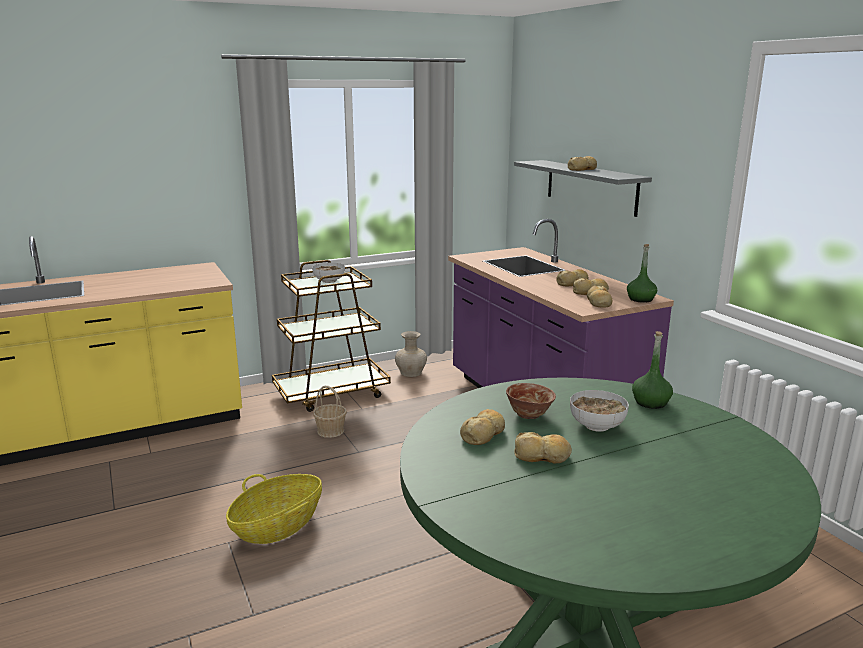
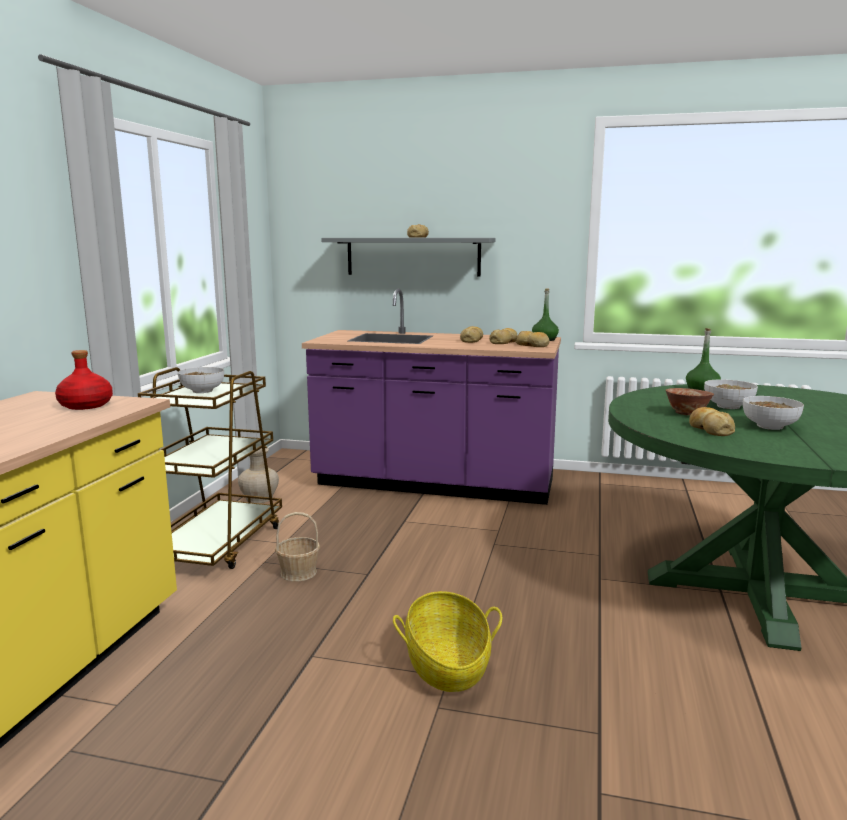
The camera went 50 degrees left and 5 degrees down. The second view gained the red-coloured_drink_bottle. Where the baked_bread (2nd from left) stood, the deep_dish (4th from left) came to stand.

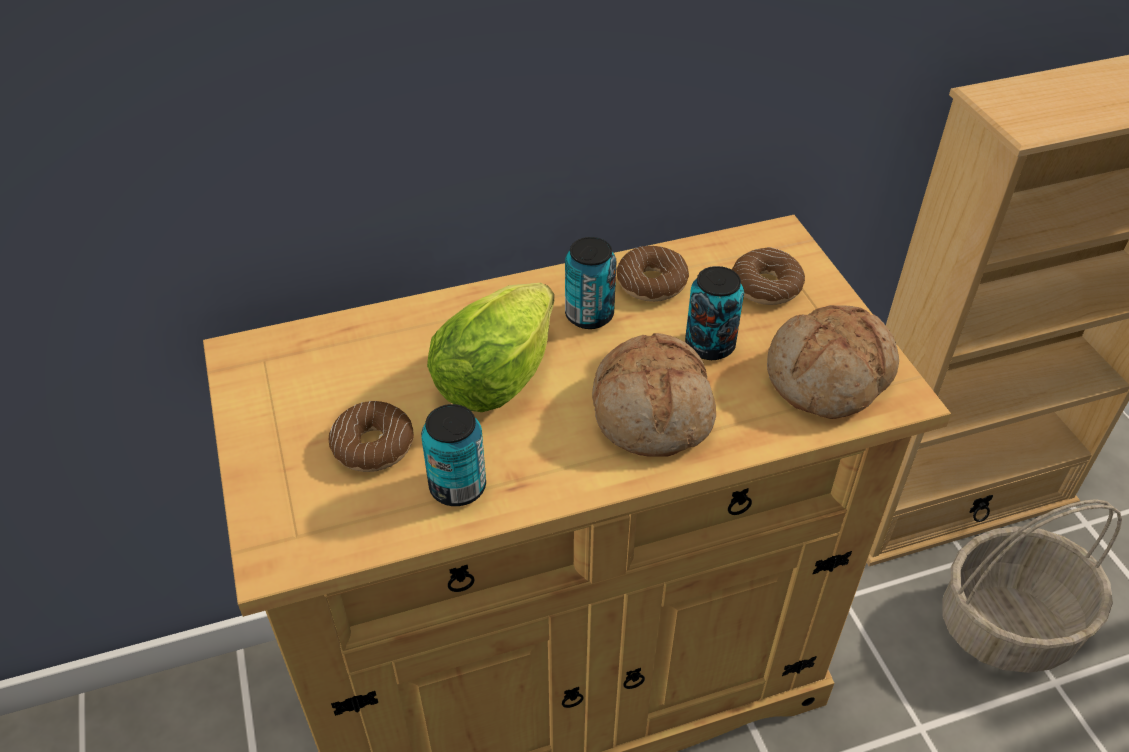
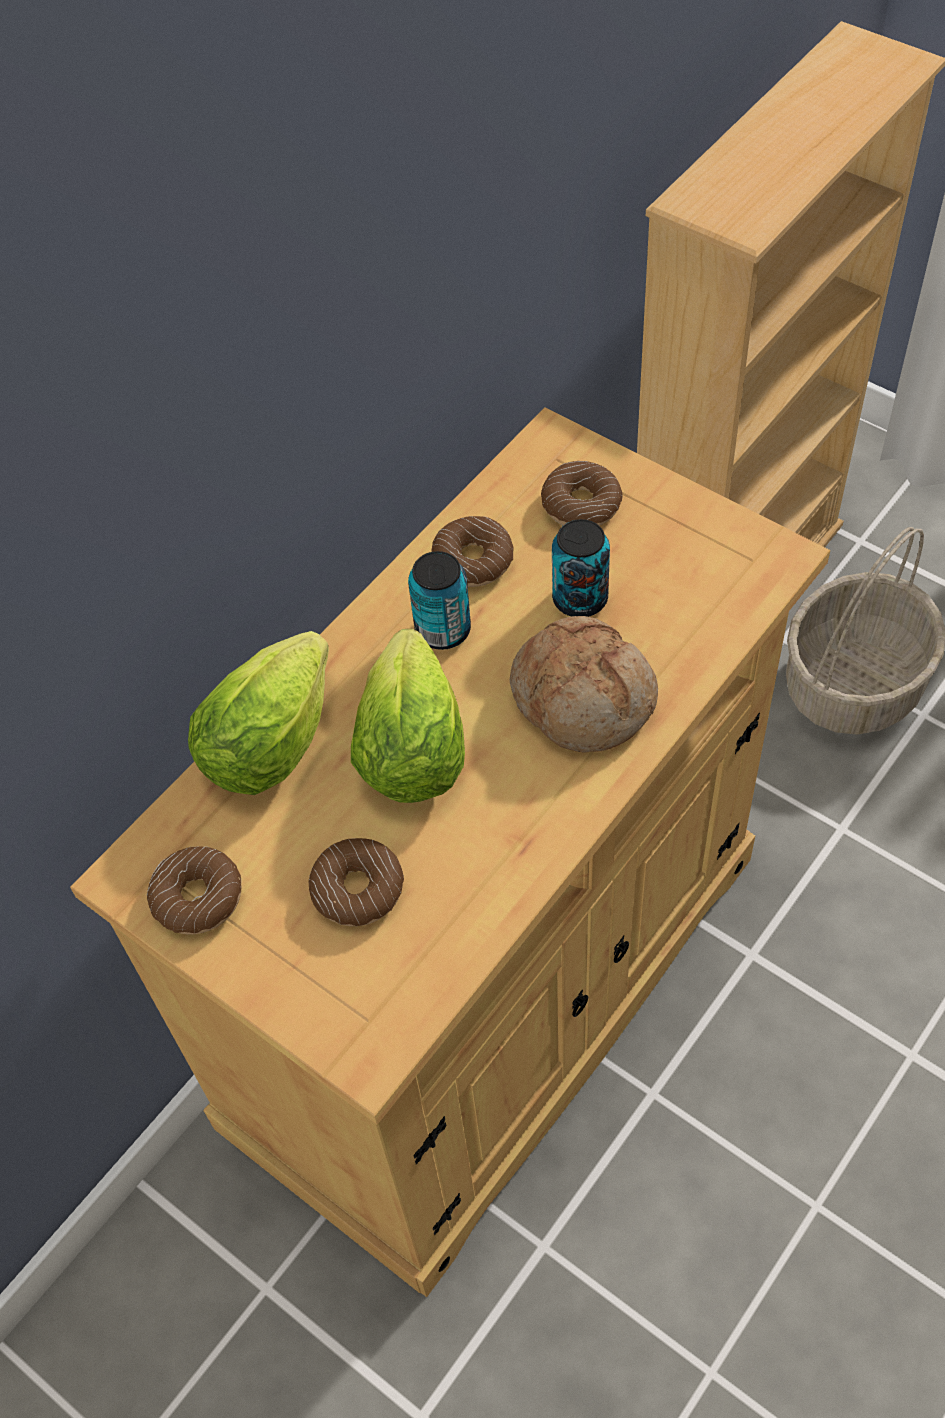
The camera went 30 degrees left and 10 degrees up. The second view lost the metal_can (1st from left). The second view lost the baked_bread (2nd from left). The second view gained the donut (1st from left). The second view gained the lettuce (1st from left).

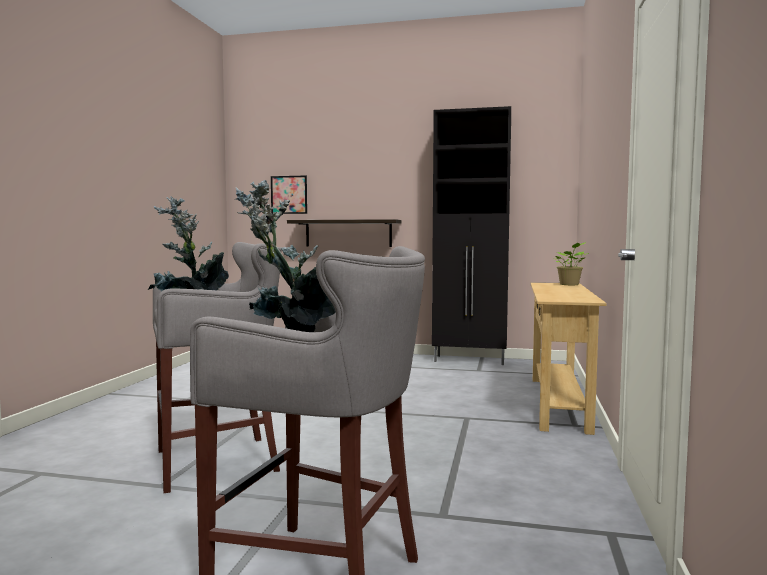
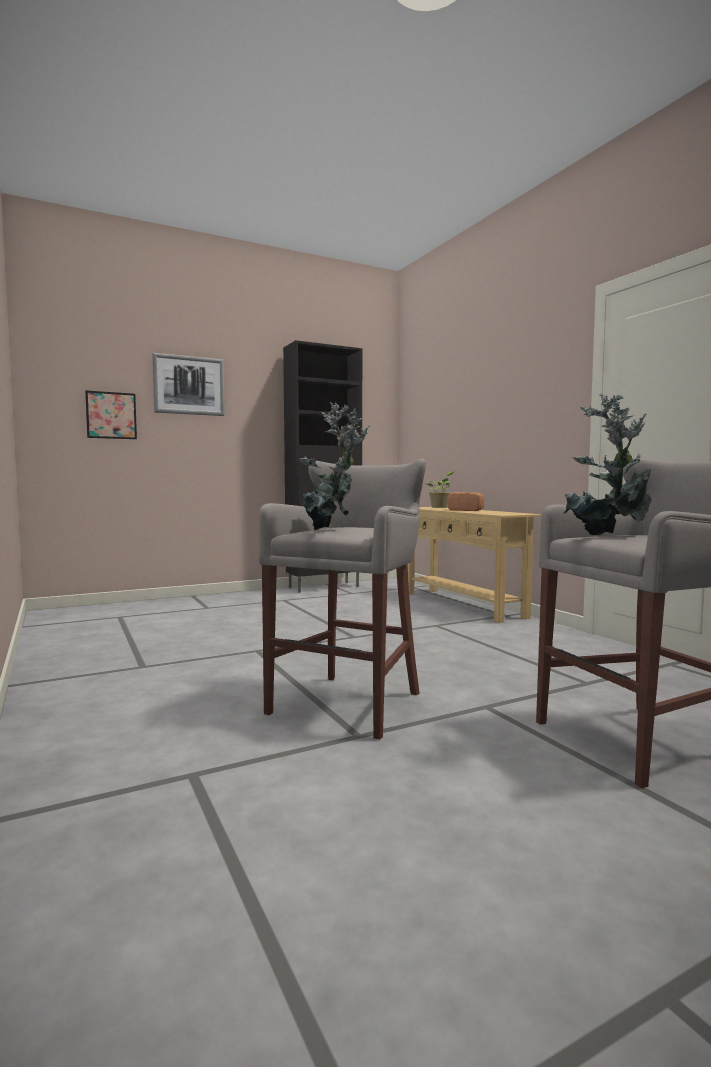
The camera went 40 degrees left and 0 degrees up. The second view lost the bracket_shelf. The second view gained the picture (2nd from left). The second view gained the baked_bread.

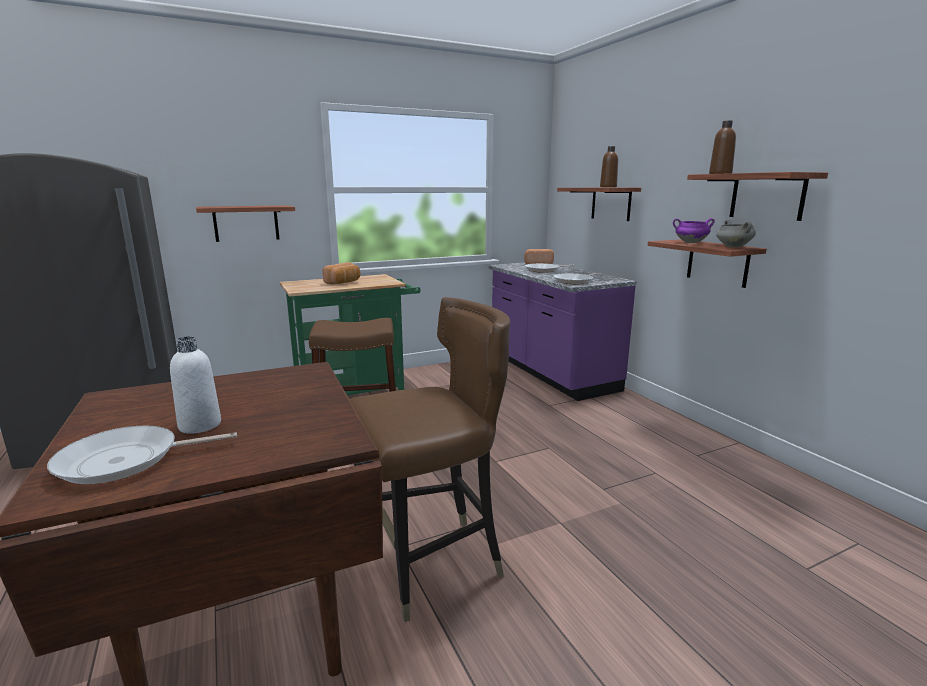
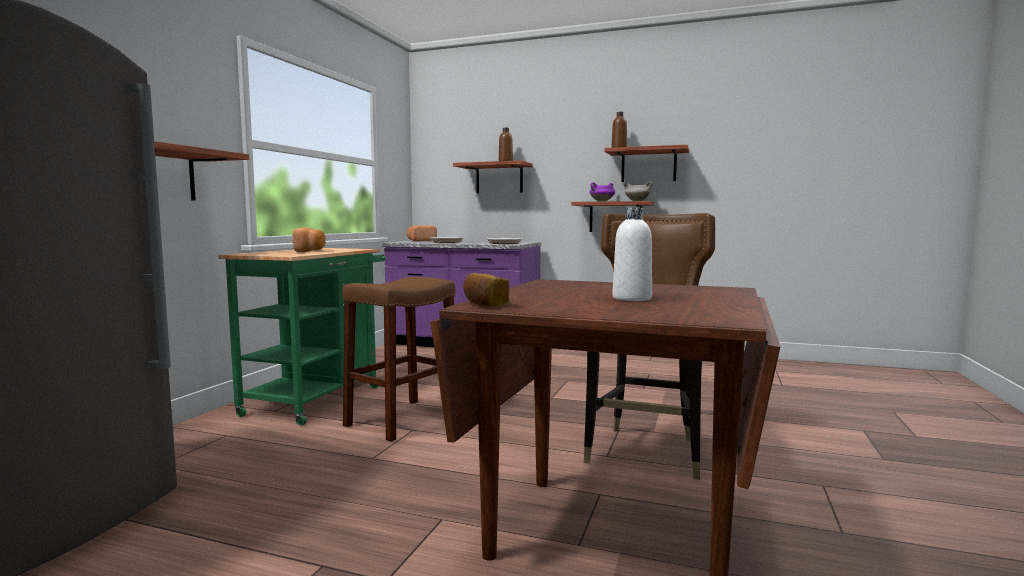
The camera went 45 degrees left and 10 degrees down. The second view lost the frying_pan (1st from left). The second view gained the baked_bread (3rd from left).

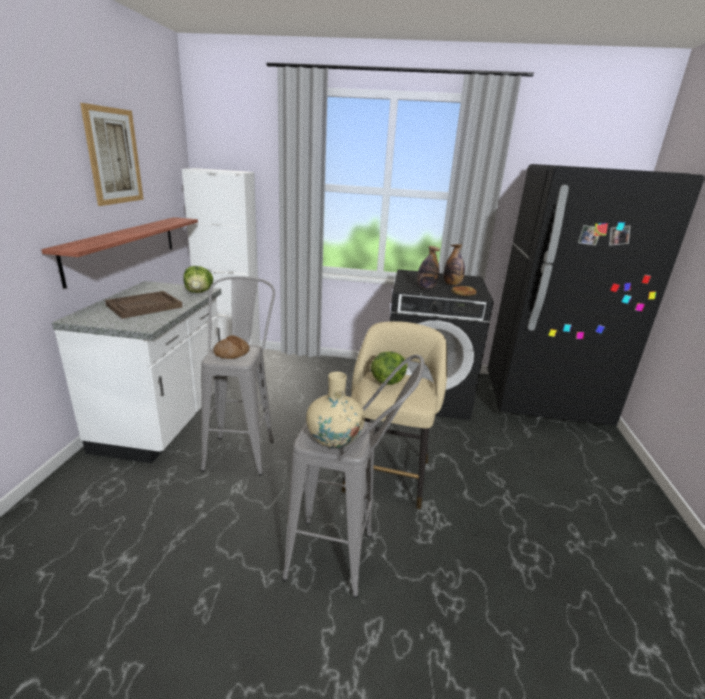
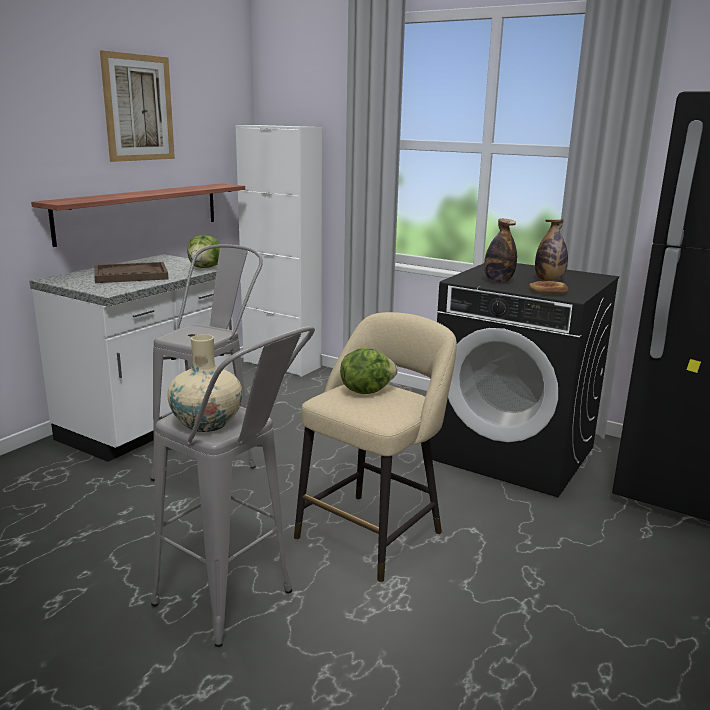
The camera went 25 degrees right and 5 degrees down. The second view lost the baked_bread (1st from left).

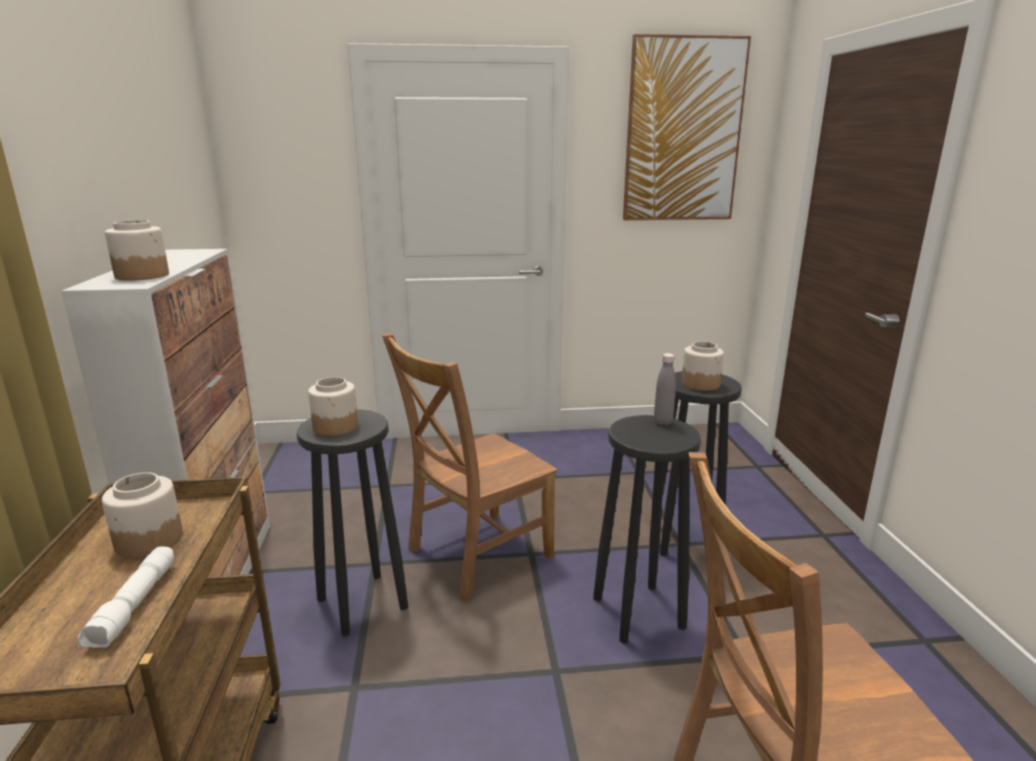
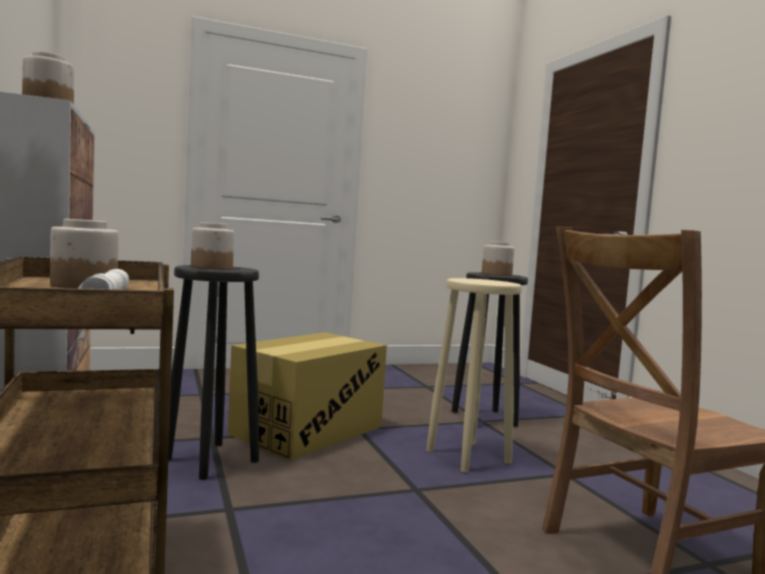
The camera went 15 degrees left and 15 degrees down. The second view lost the picture. The second view lost the gray_drink_bottle. Where the brownish_chair (1st from left) stood, the cardboard_box came to stand. What was the blackish_stool_seat (2nd from left) turned into the beige_stool_seat.

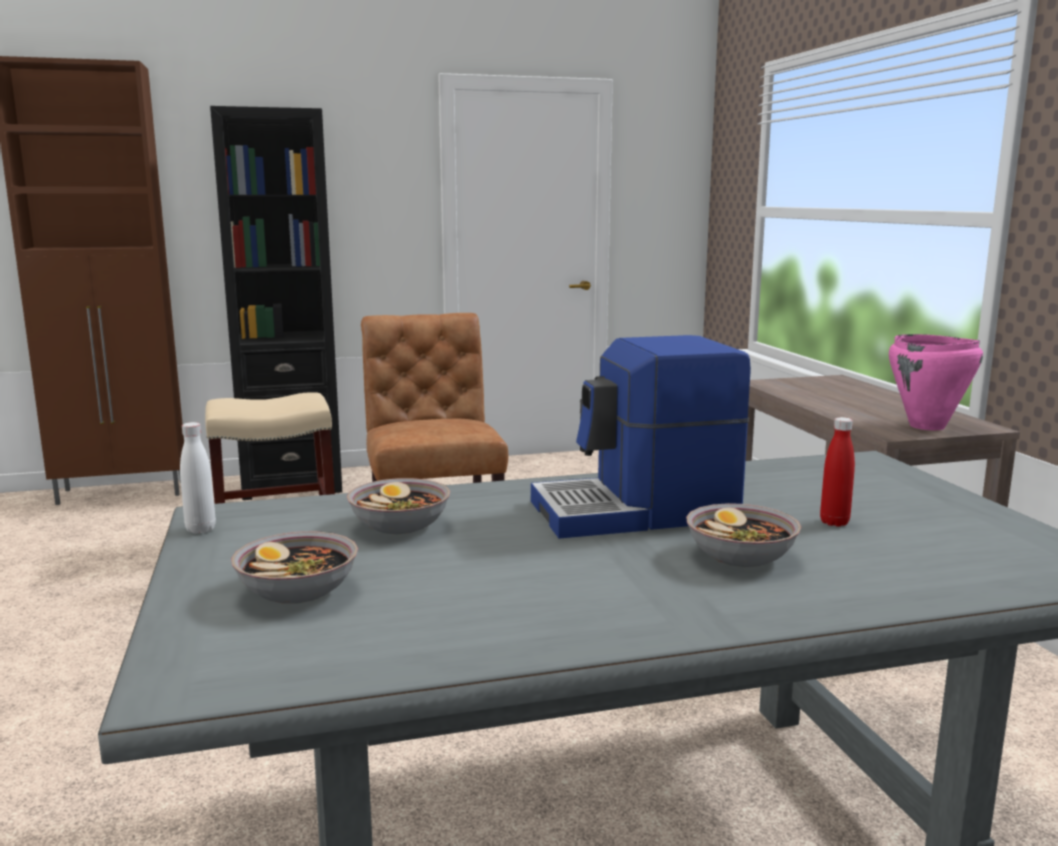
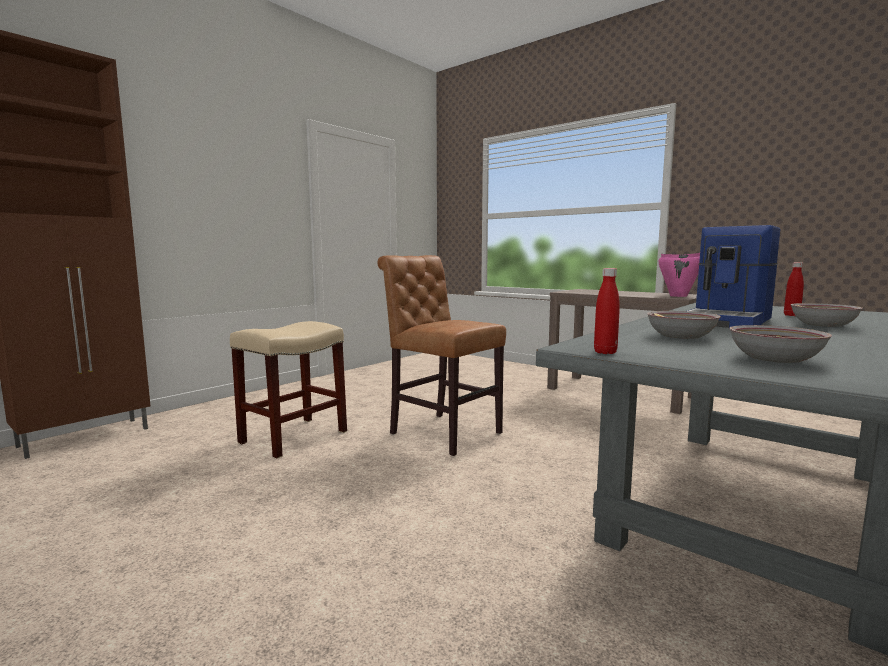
The camera went 35 degrees left and 5 degrees down. The second view lost the blackish_bookshelf. What was the white-coloured_drink_bottle turned into the red-coloured_drink_bottle (1st from left).

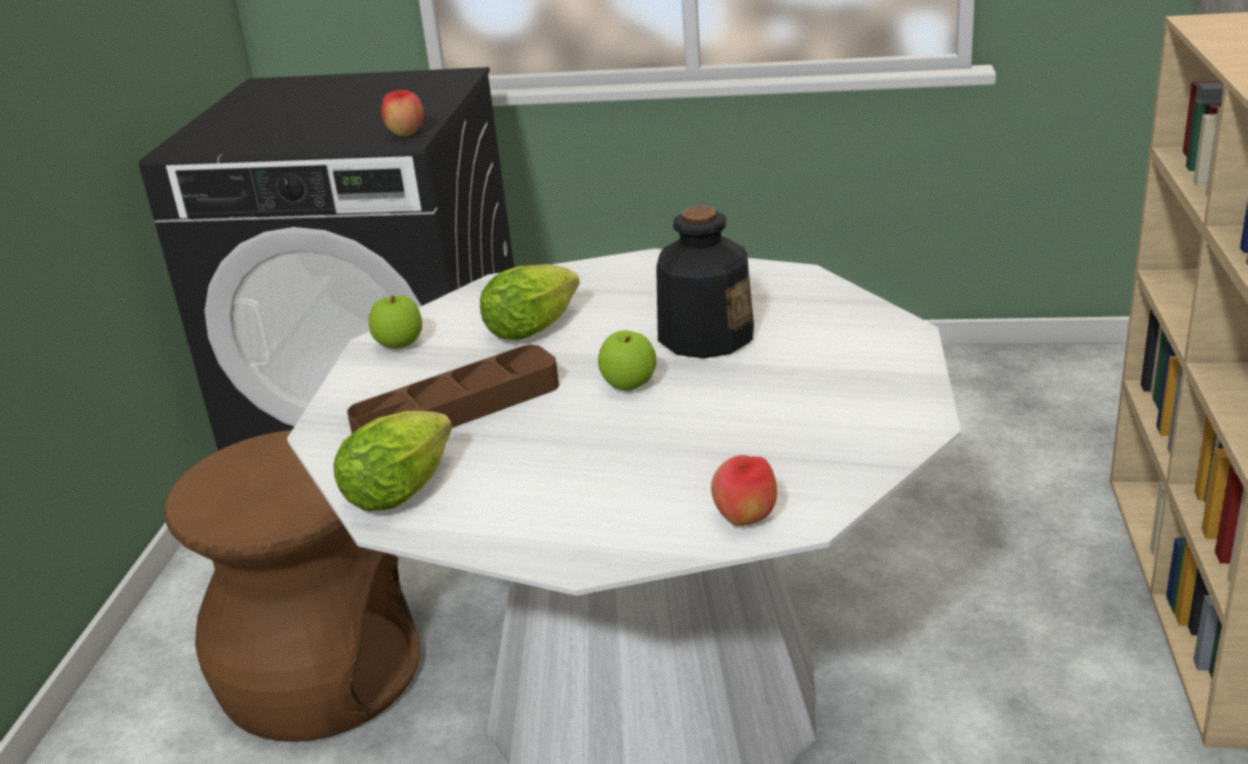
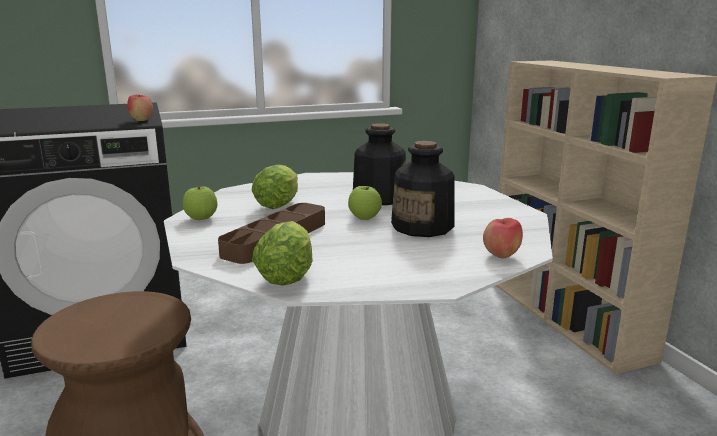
The camera went 30 degrees left and 10 degrees down. The second view gained the drink_bottle (2nd from left).

